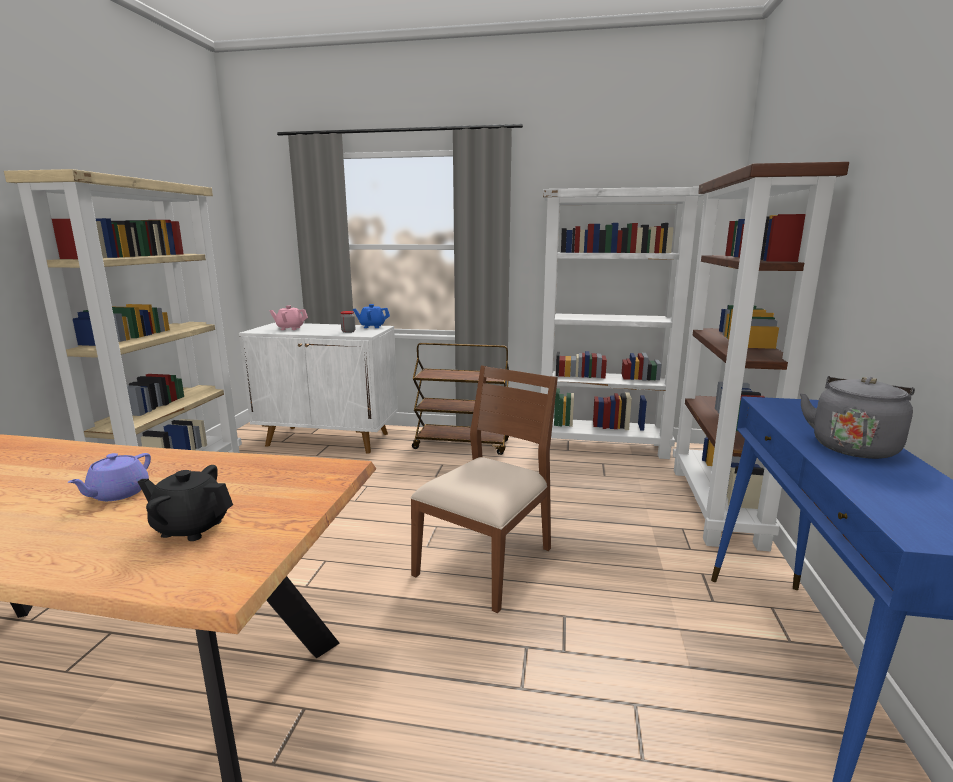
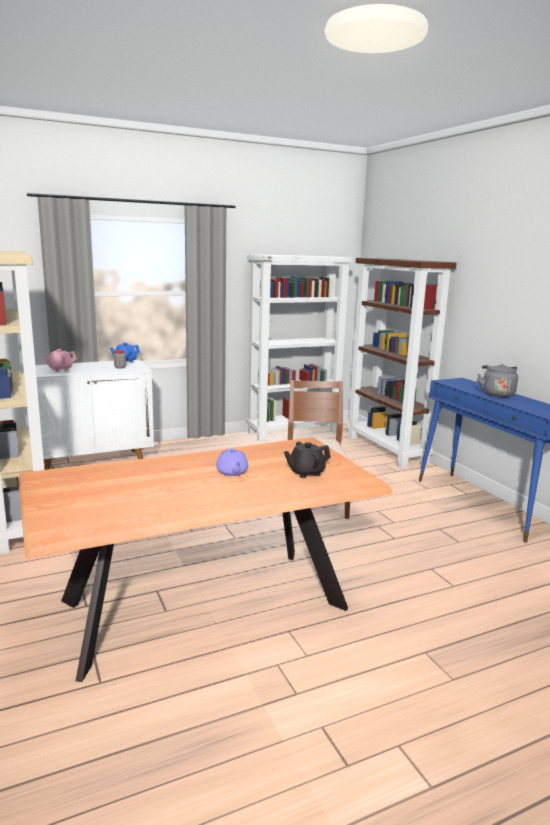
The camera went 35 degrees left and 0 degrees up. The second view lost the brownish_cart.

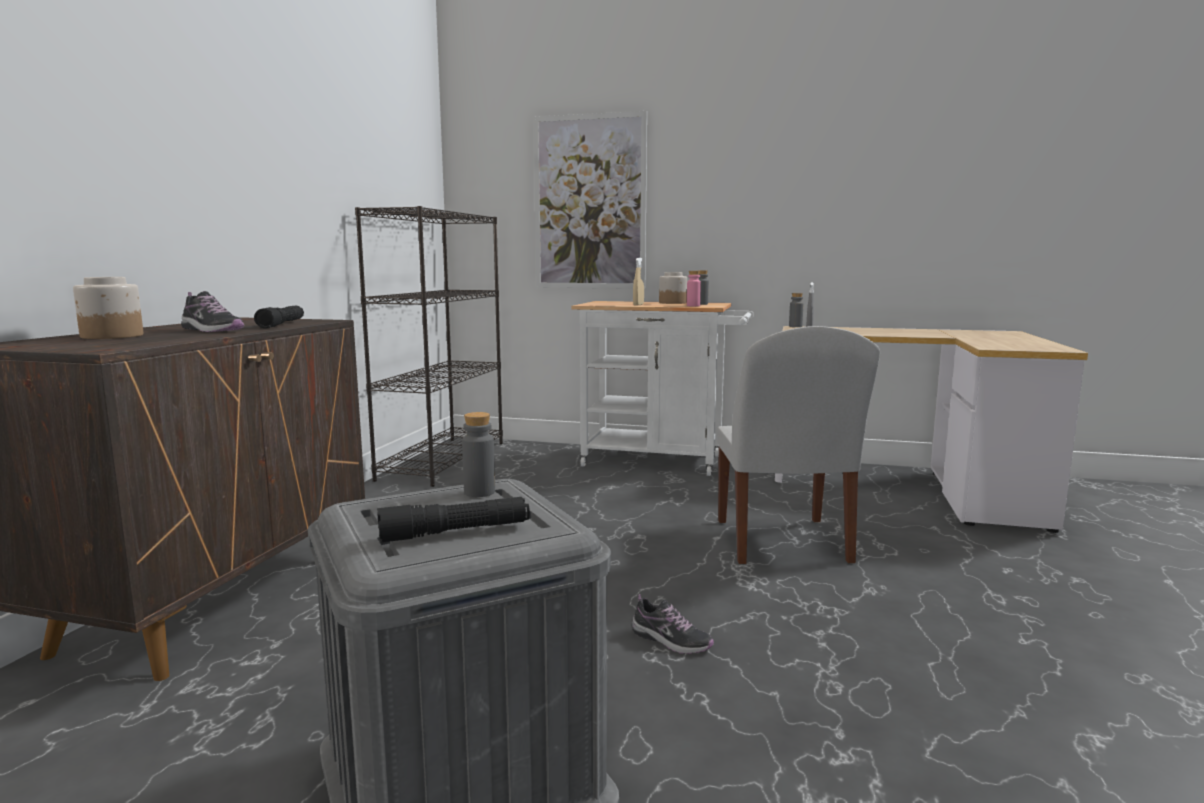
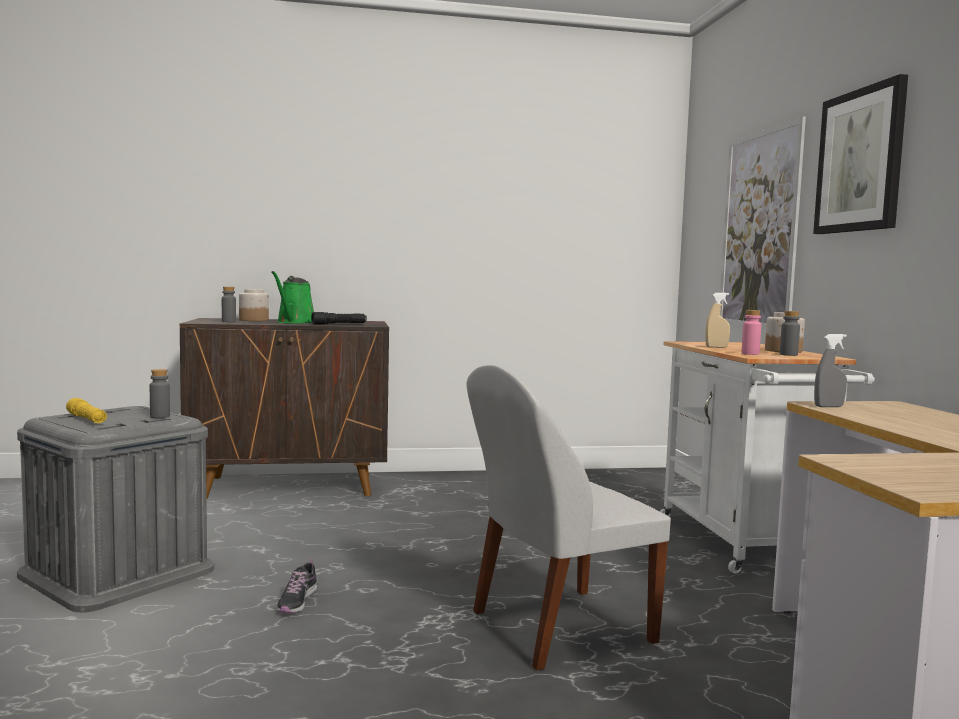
The camera went 65 degrees right and 5 degrees down. The second view lost the blackish_bookshelf. The second view gained the picture (2nd from left). The gray_drink_bottle (3rd from left in the first image) ended up elsewhere. Where the low_shoe (1st from left) stood, the greenish_sprinkling_can came to stand. What was the blackish_torch (2nd from left) turned into the yellow-coloured_torch.

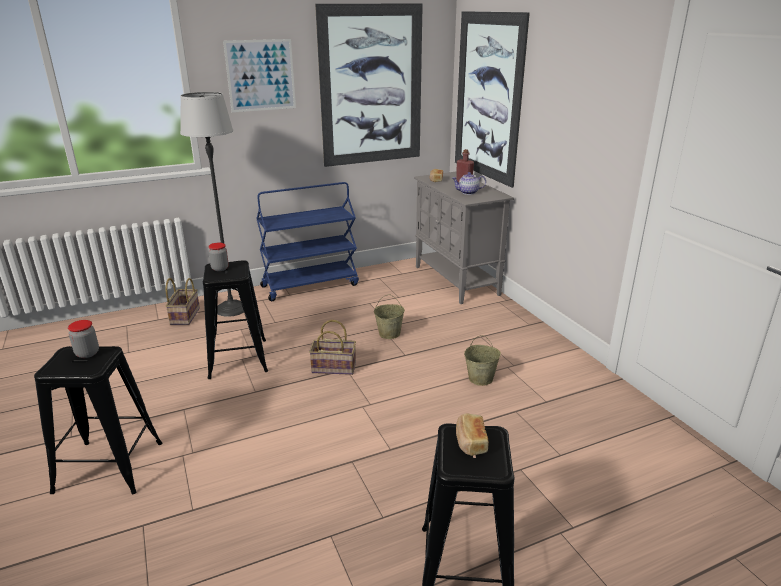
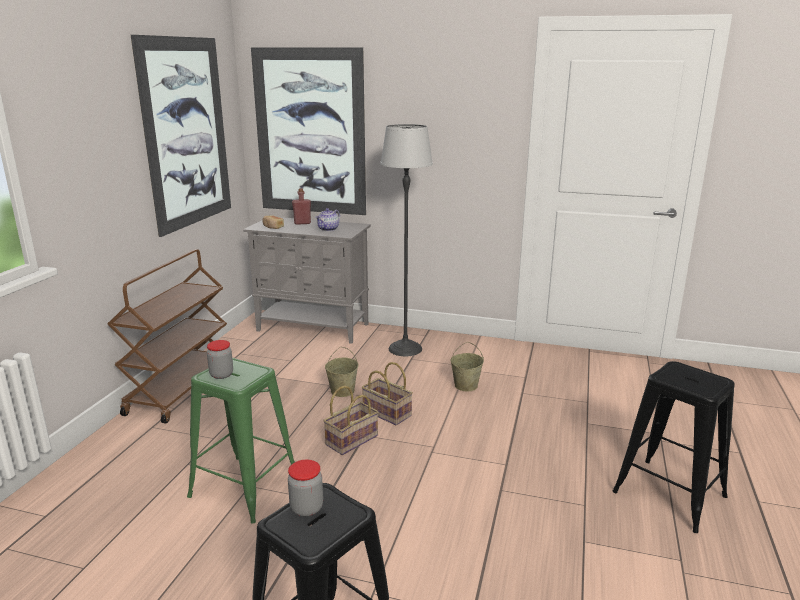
The camera went 50 degrees left and 5 degrees down. The second view lost the picture (1st from left). The second view lost the baked_bread (2nd from left). The basket (1st from left in the first image) ended up elsewhere. The standard_lamp ended up elsewhere. What was the blackish_stool_seat (2nd from left) turned into the greenish_stool_seat. What was the blue-coloured_cart turned into the brownish_cart.

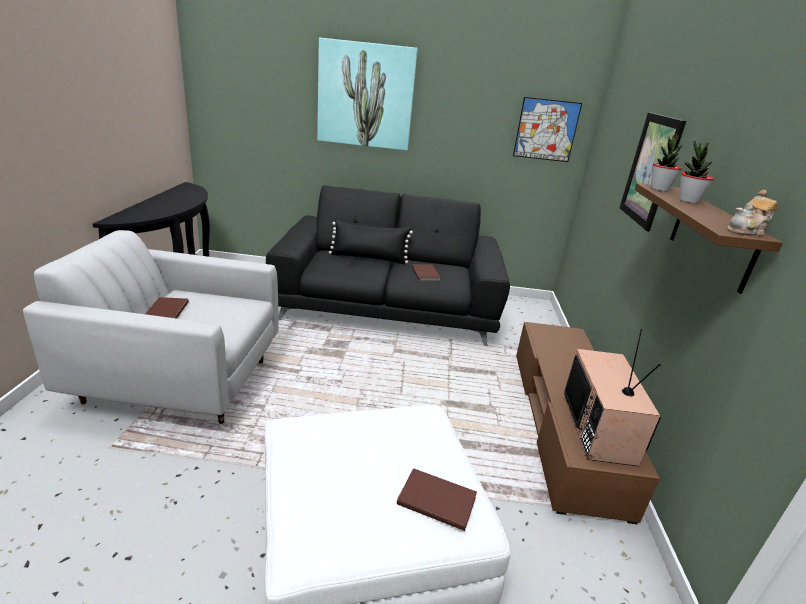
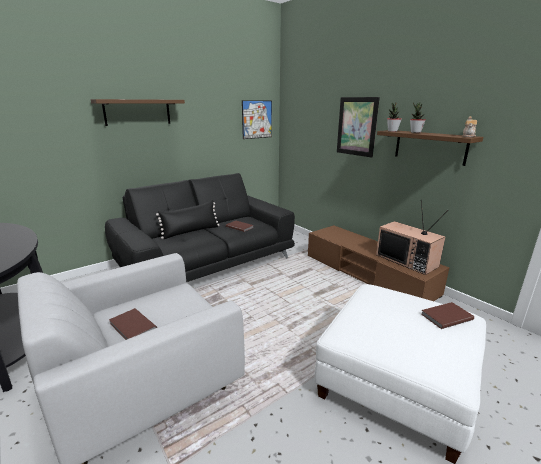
The camera went 40 degrees left and 5 degrees down. Where the picture (1st from left) hung, the brownish_bracket_shelf (1st from left) came to hang.

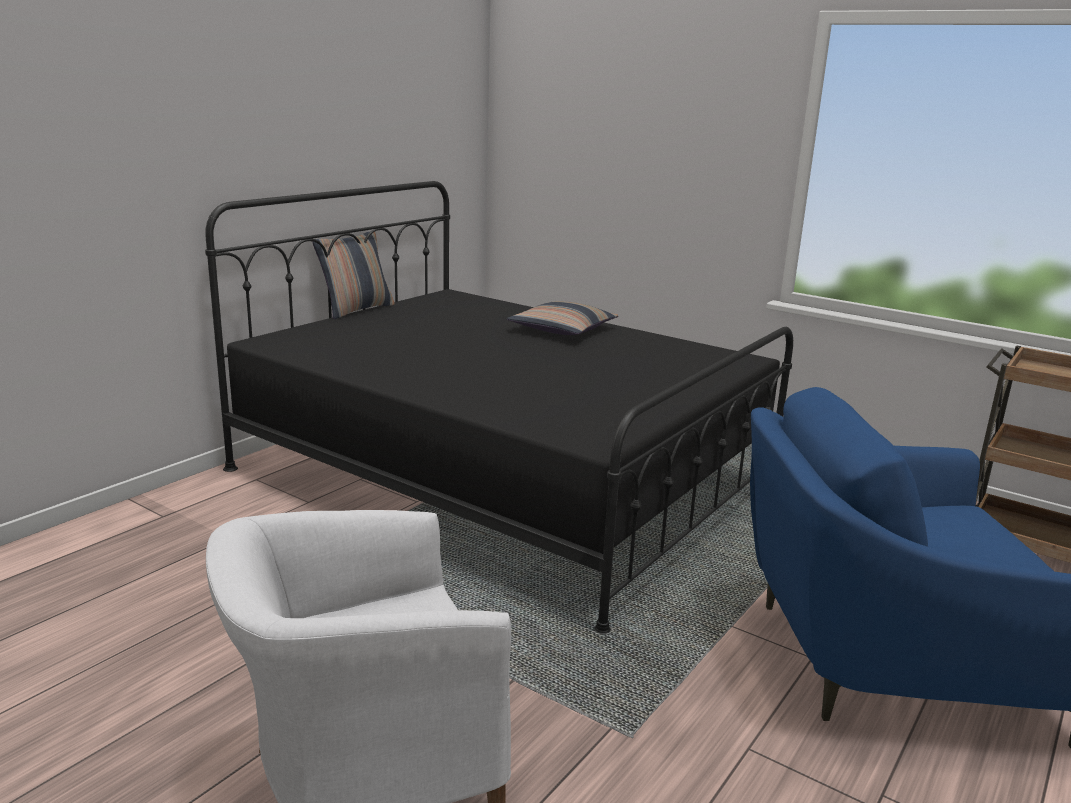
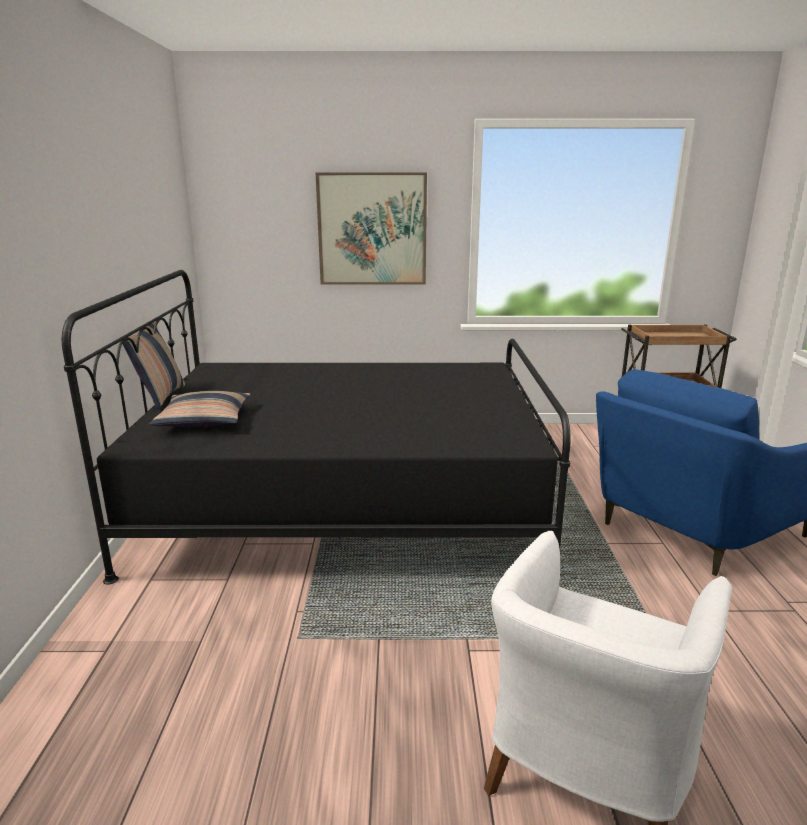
The camera went 35 degrees left and 0 degrees up. The second view gained the picture. The pillow (2nd from left) ended up elsewhere.

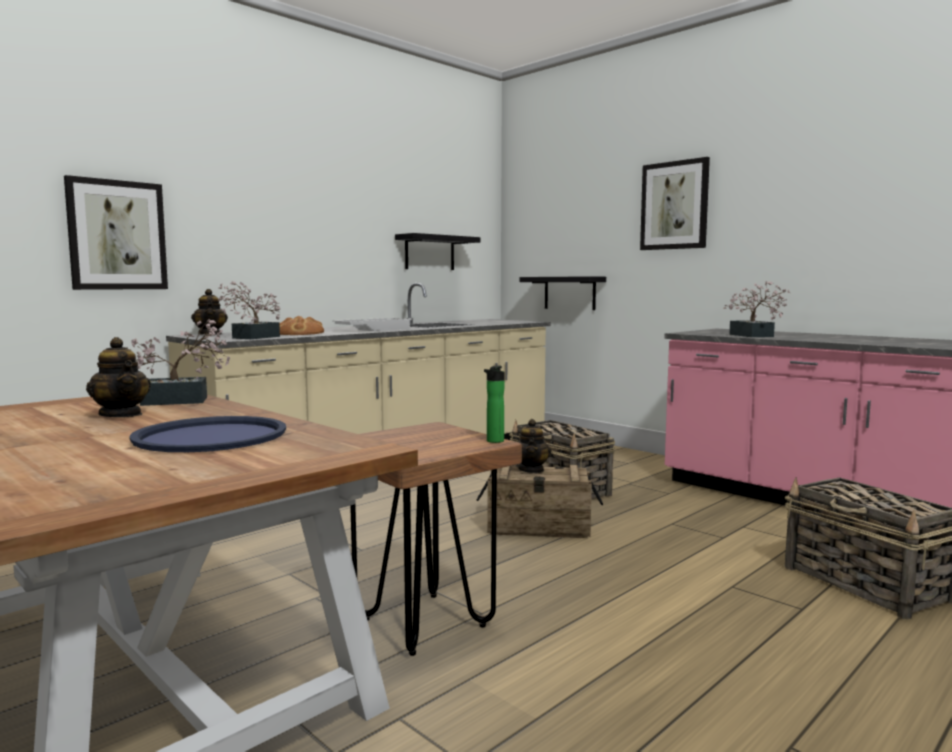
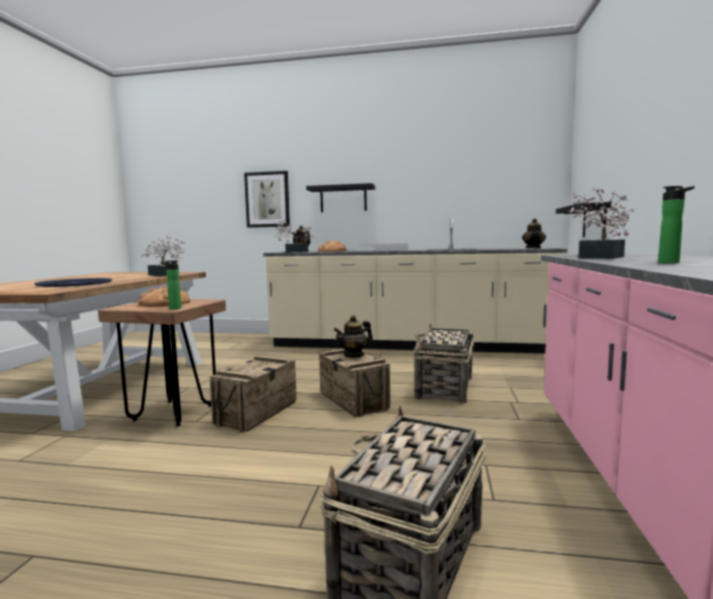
The camera went 55 degrees right and 0 degrees up. The second view lost the picture (2nd from left). The second view gained the baked_bread (1st from left). The second view gained the crate (1st from left). The second view gained the drink_bottle (2nd from left). The tea_pot (1st from left in the first image) ended up elsewhere. The blackish_bracket_shelf (1st from left) ended up elsewhere.

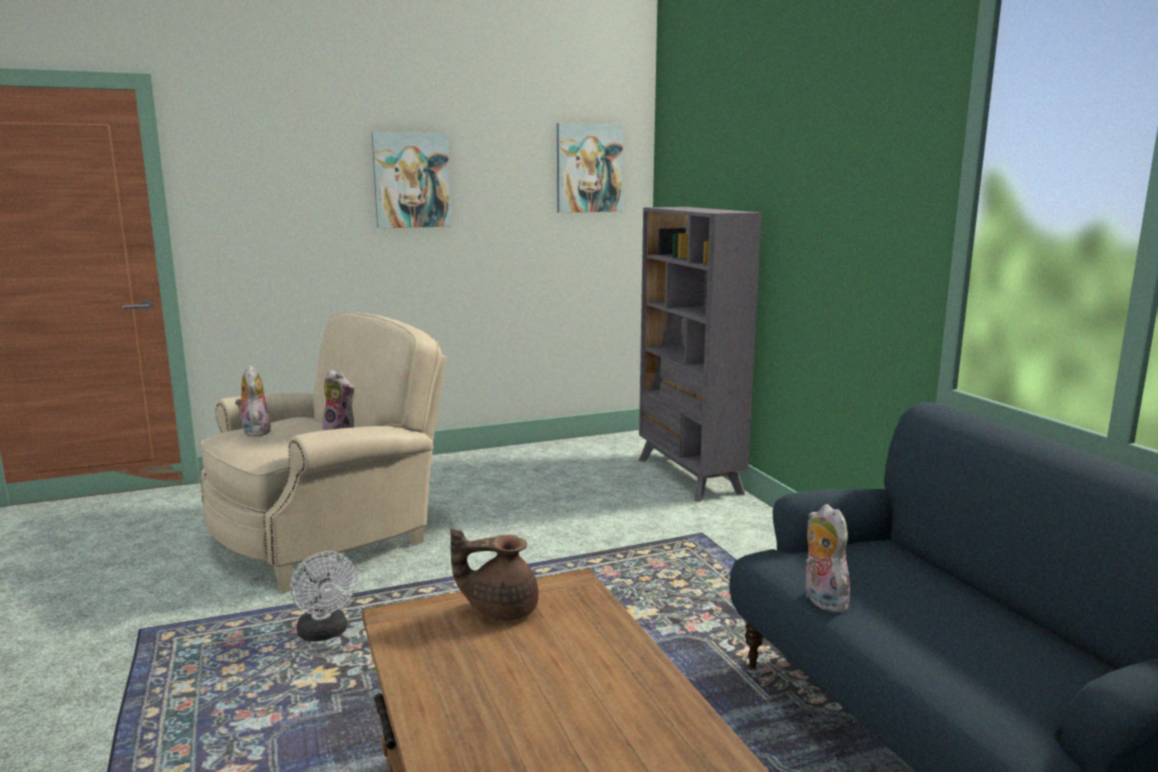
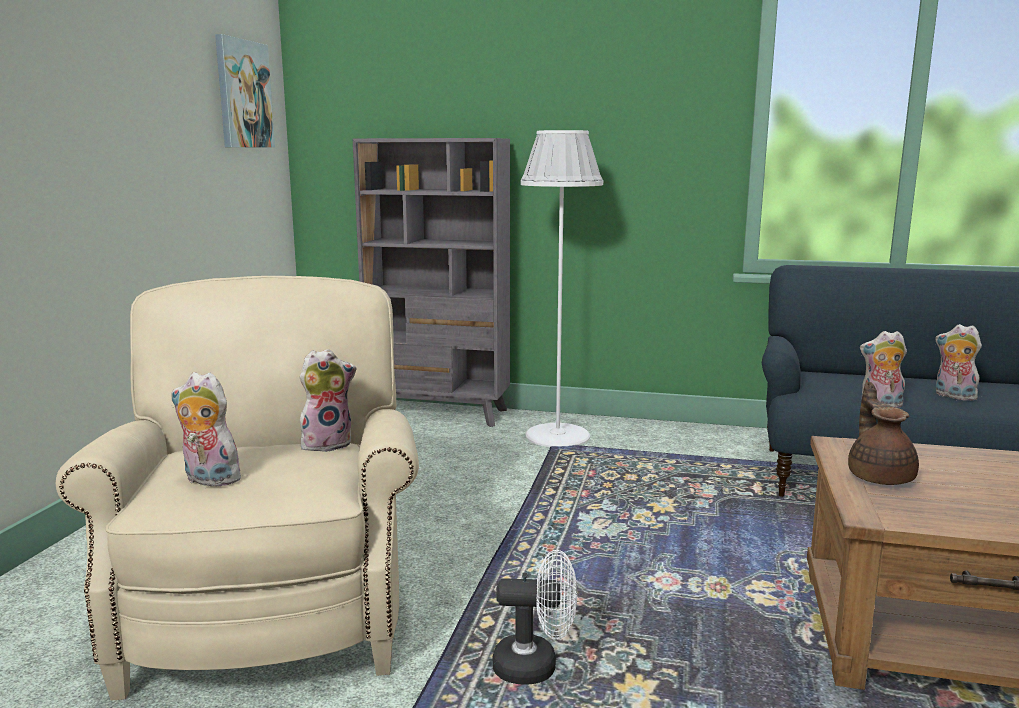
The camera went 55 degrees left and 0 degrees up. The second view lost the picture (1st from left). The second view gained the white-coloured_standard_lamp. The second view gained the soft_toy (4th from left). The brownish_tea_pot ended up facing another way, 150 degrees clockwise from before.

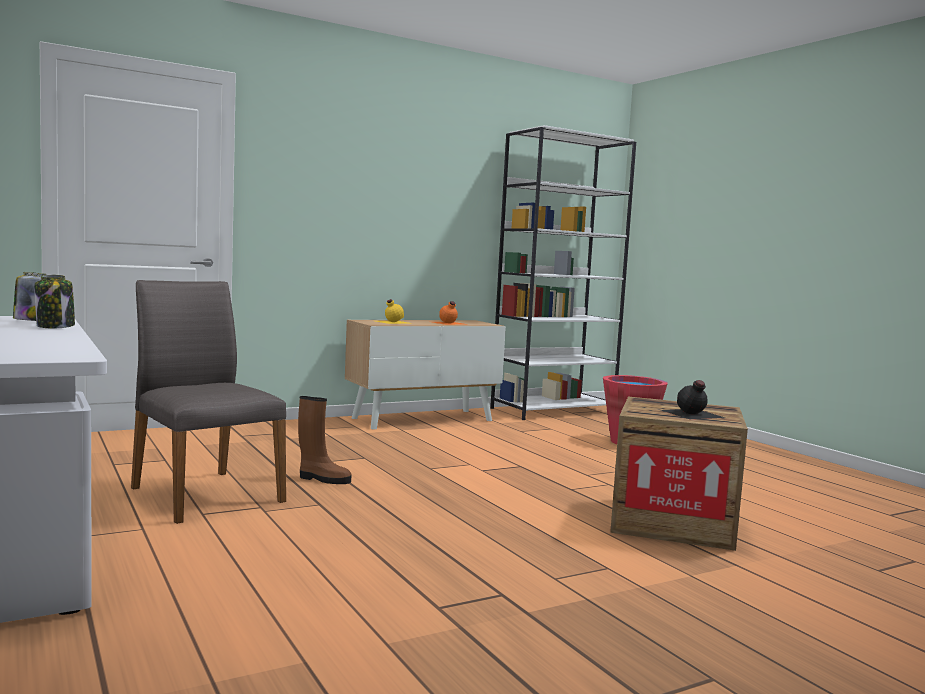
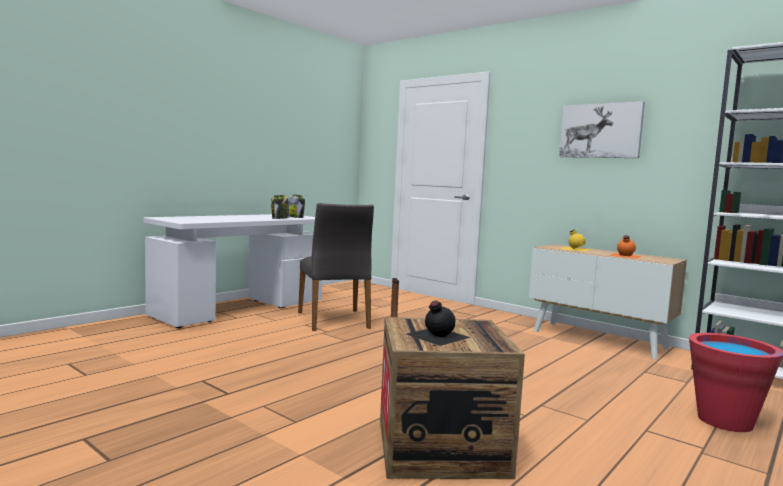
The camera went 70 degrees right and 0 degrees up. The second view gained the picture. The gray_chair ended up facing another way, 135 degrees clockwise from before.

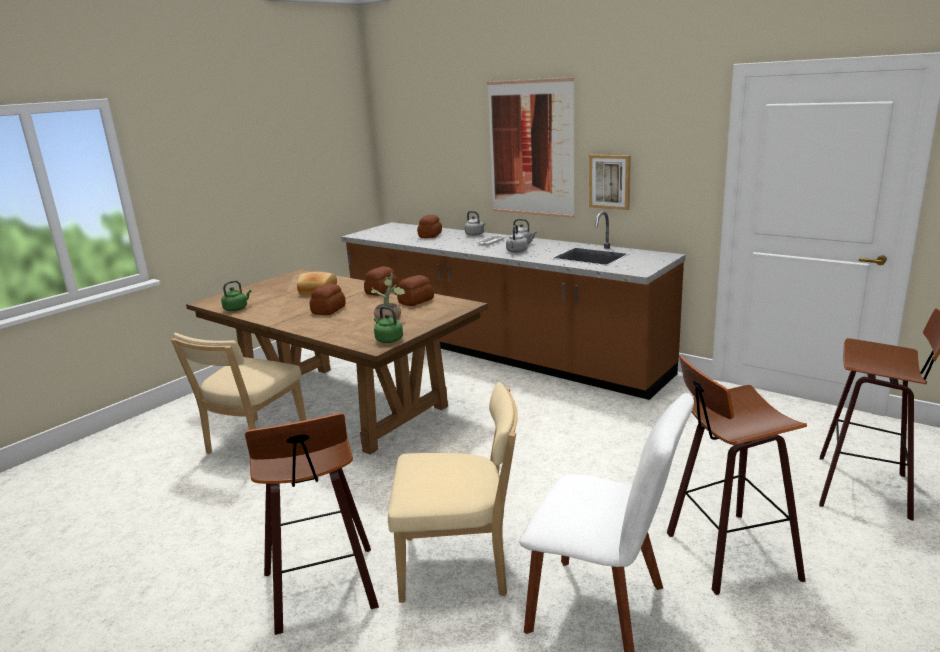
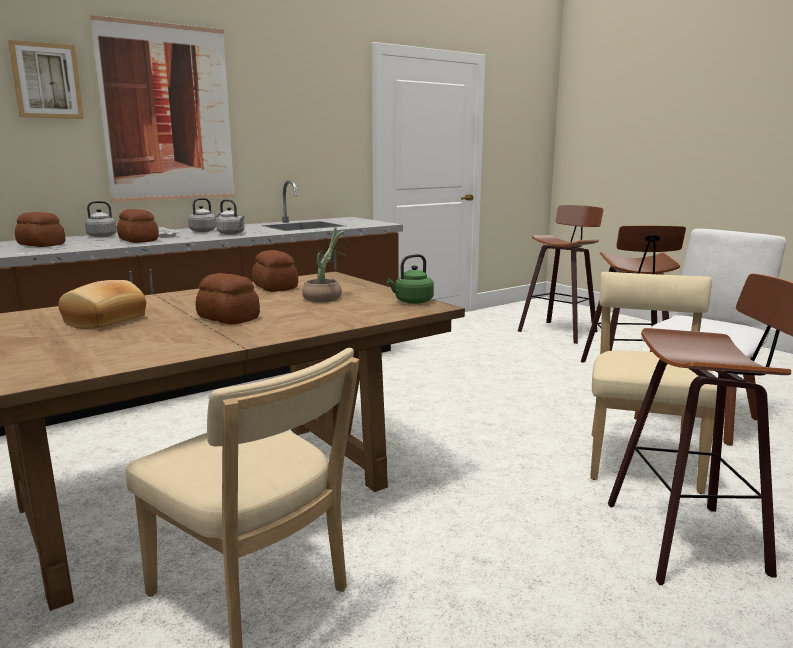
The camera went 75 degrees left and 5 degrees down. The second view lost the greenish_water_kettle (1st from left). The baked_bread (3rd from left) ended up elsewhere. The picture (2nd from left in the first image) ended up elsewhere.

